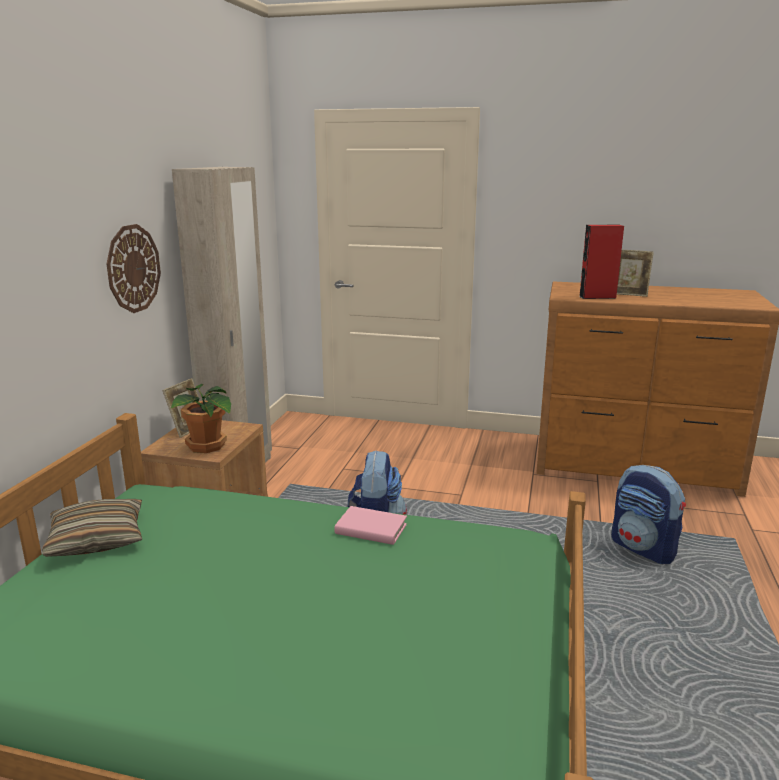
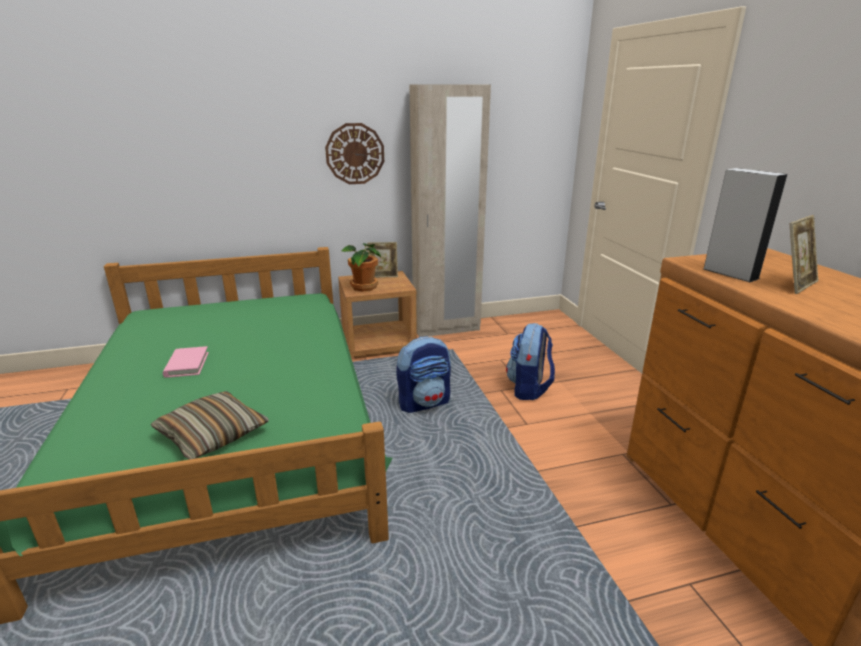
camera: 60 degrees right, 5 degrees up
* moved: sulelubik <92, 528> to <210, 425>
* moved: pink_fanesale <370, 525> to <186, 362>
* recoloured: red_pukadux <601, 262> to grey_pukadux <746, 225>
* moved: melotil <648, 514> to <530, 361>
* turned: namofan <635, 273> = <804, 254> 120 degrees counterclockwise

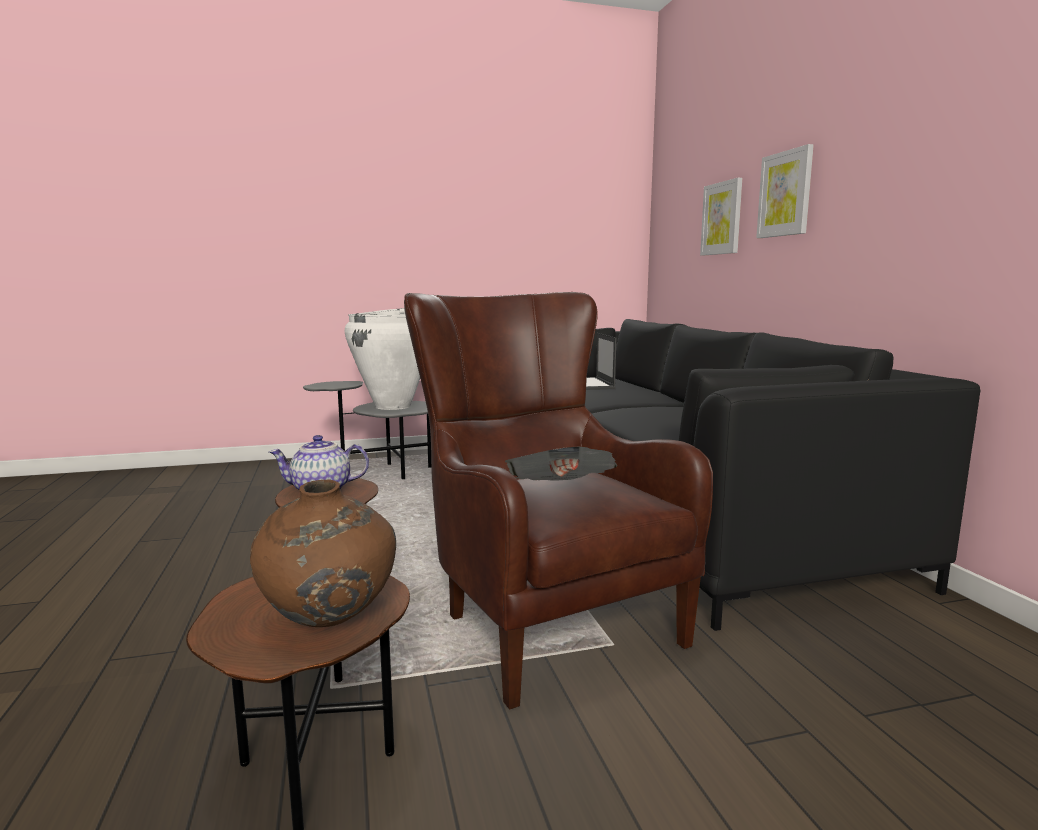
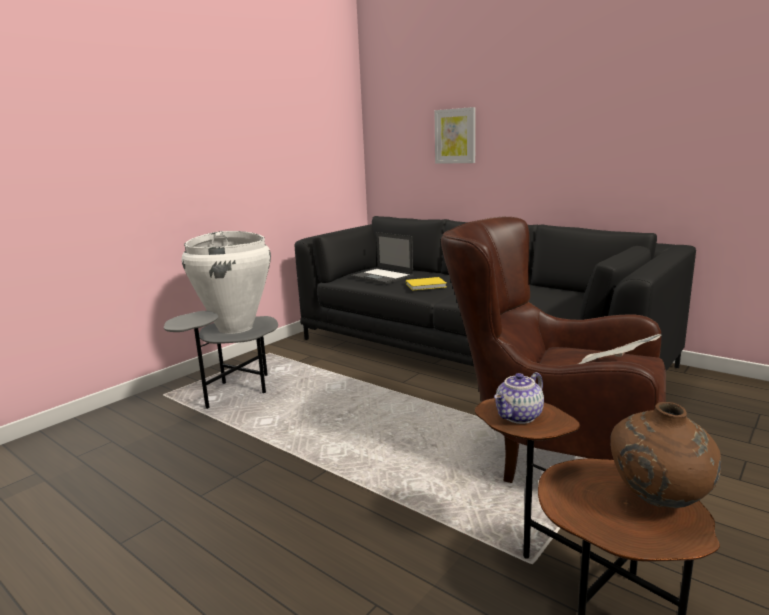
camera: 35 degrees left, 5 degrees up
* removed: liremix <785, 191>
* added: yellow_fanesale <426, 284>

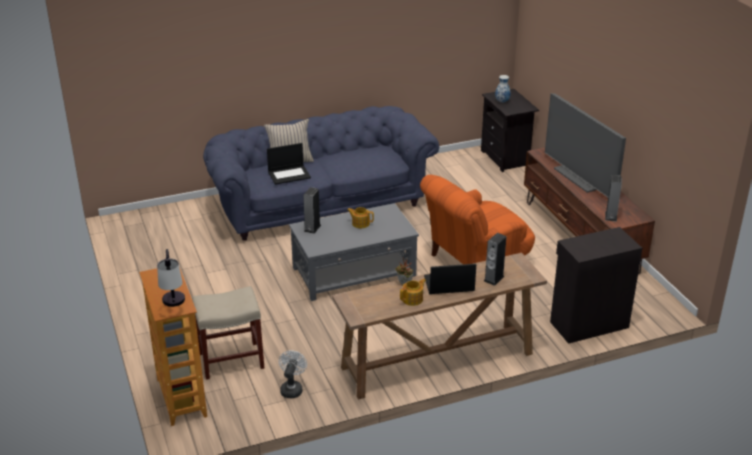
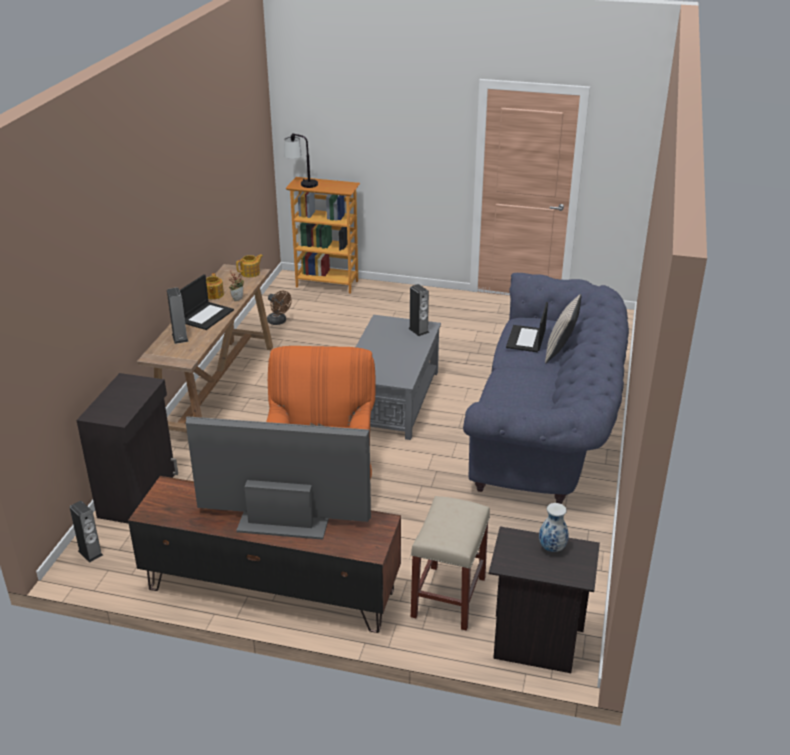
camera: 125 degrees right, 0 degrees up
* moved: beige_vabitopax <228, 333> to <450, 563>
* recoloured: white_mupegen <293, 374> to brown_mupegen <279, 308>
* moved: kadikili <360, 217> to <249, 265>
* moved: pukadux <613, 198> to <86, 532>

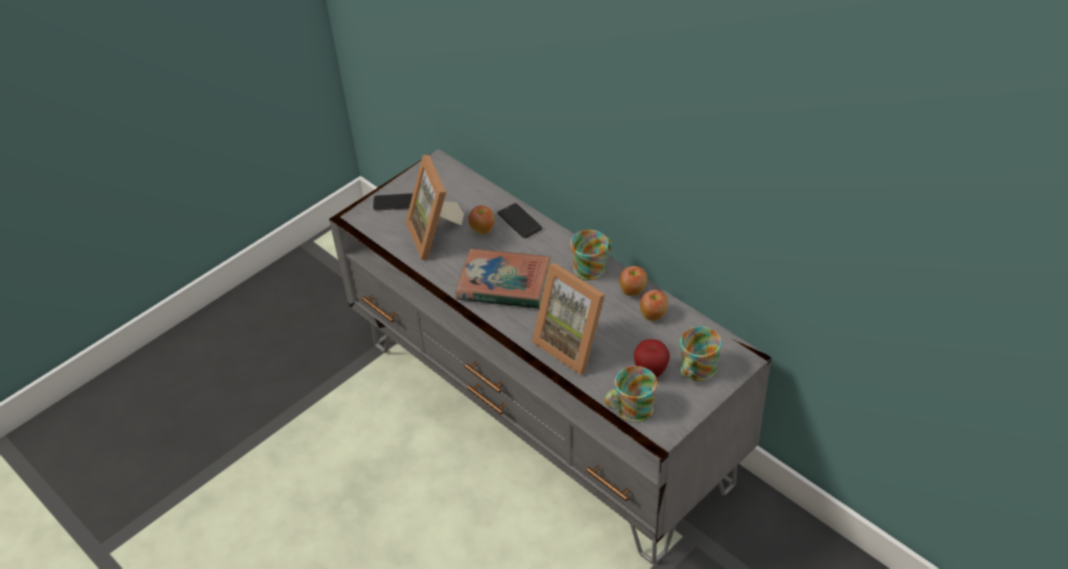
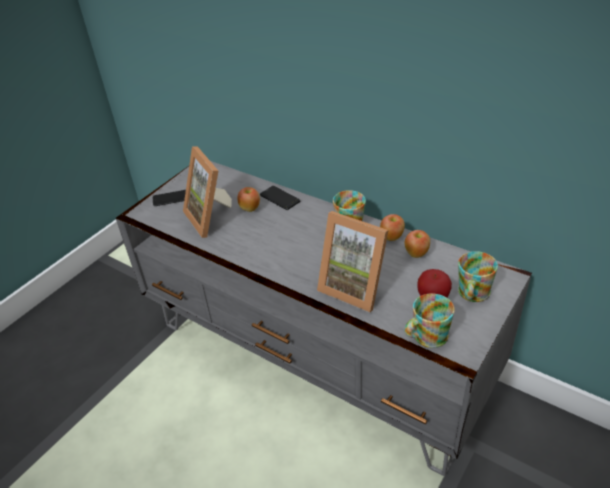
camera: 10 degrees left, 5 degrees down
* removed: fanesale <503, 278>

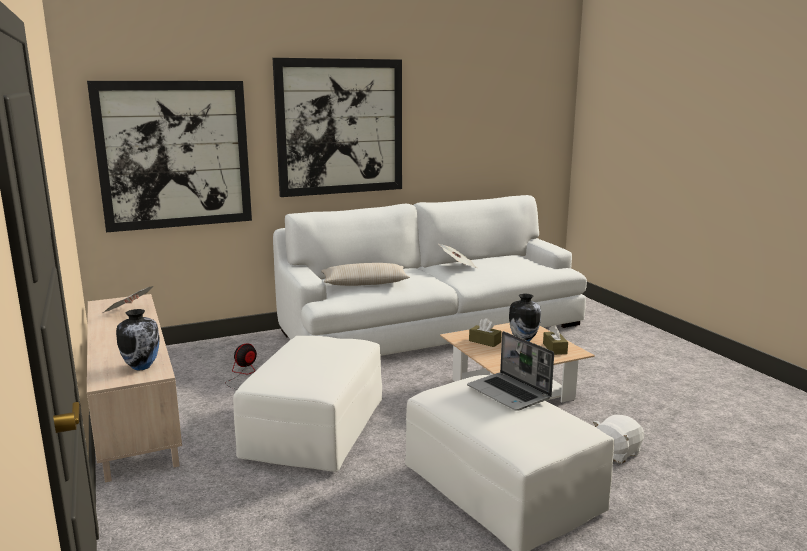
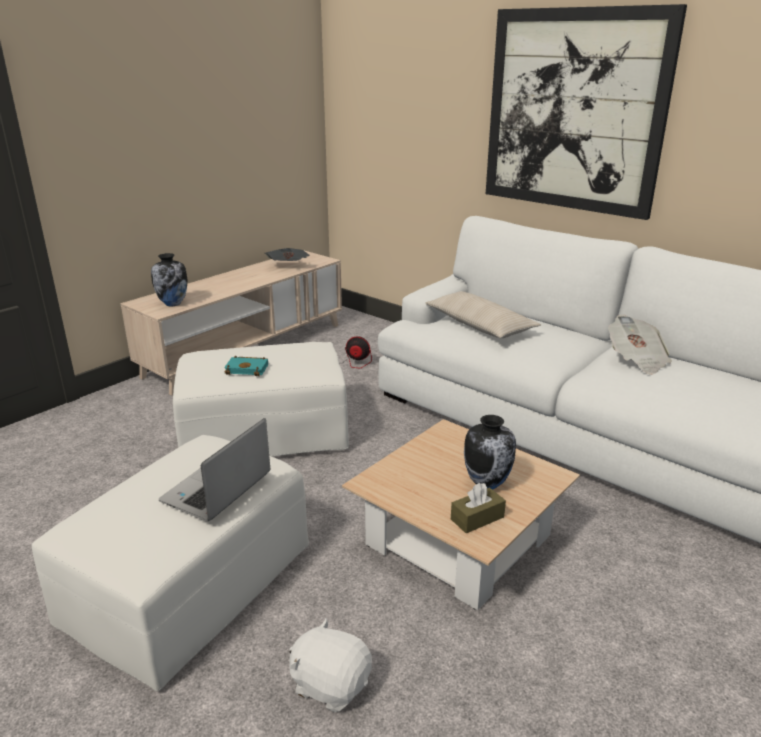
camera: 65 degrees right, 10 degrees up
* removed: liremix <169, 156>
* removed: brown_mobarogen <485, 332>
* added: turquoise_fanesale <246, 365>

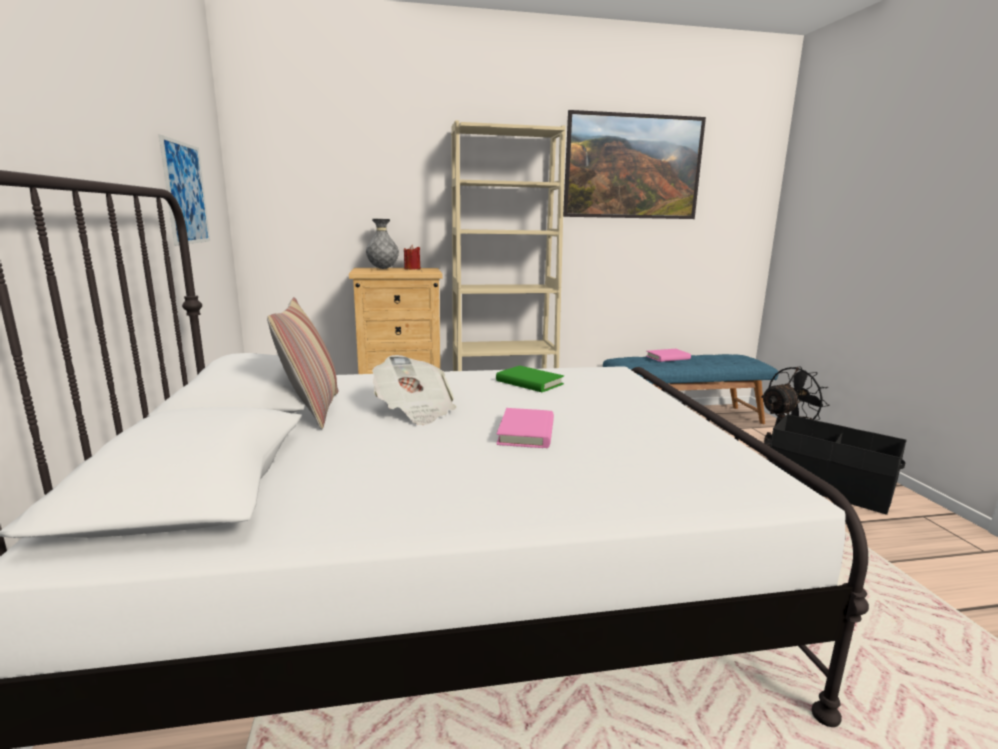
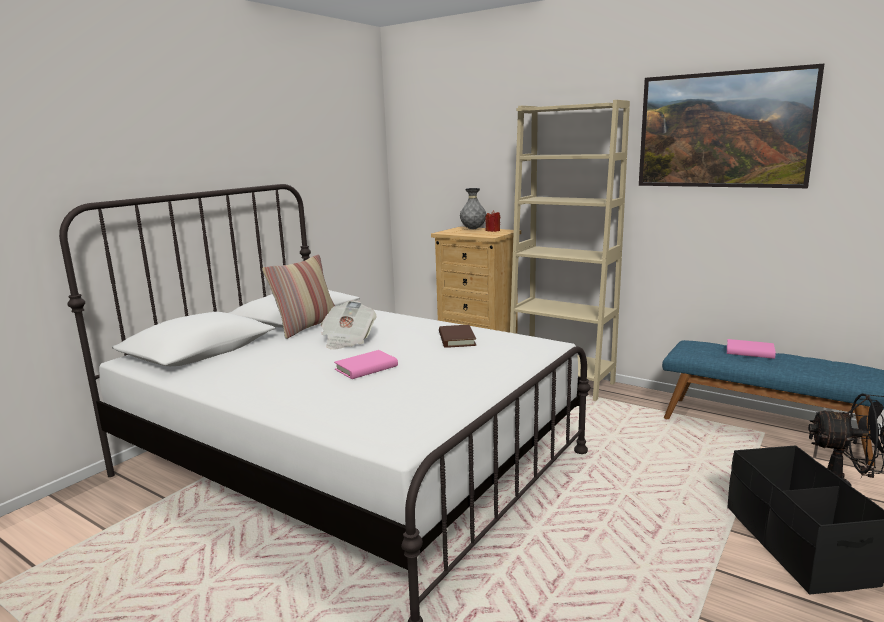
camera: 45 degrees right, 0 degrees up
* removed: liremix <184, 190>
* recoloured: green_fanesale <530, 379> to brown_fanesale <457, 336>

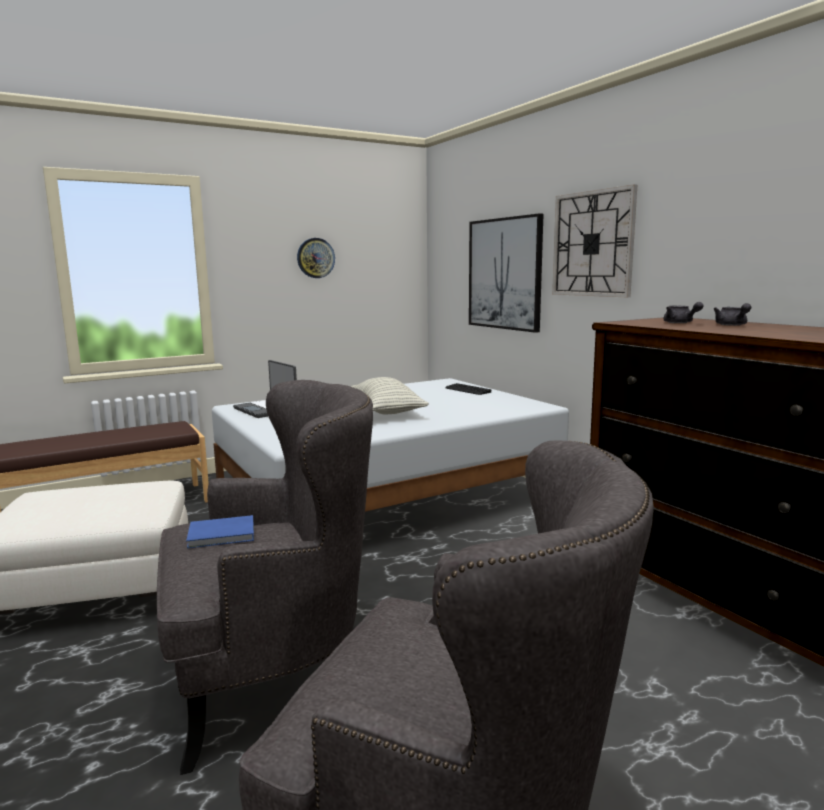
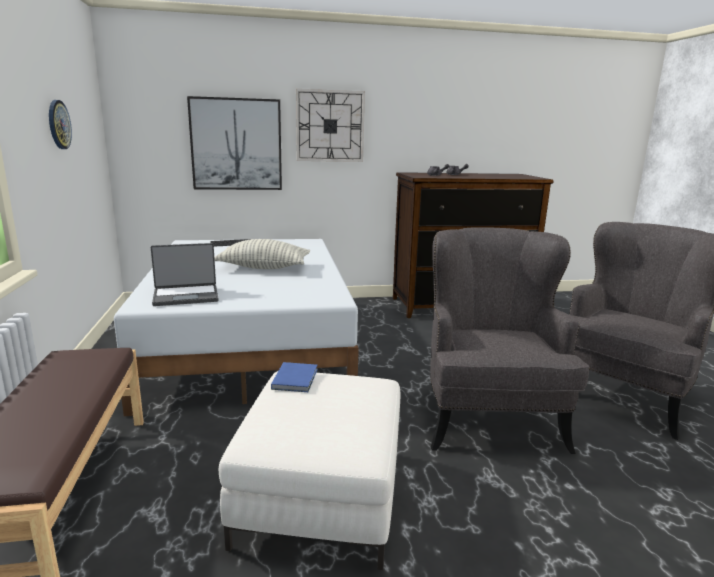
camera: 70 degrees left, 5 degrees up
* moved: blue_fanesale <220, 531> to <294, 377>

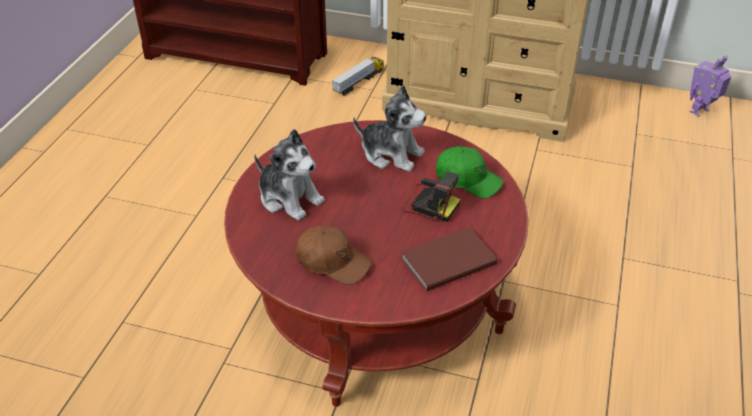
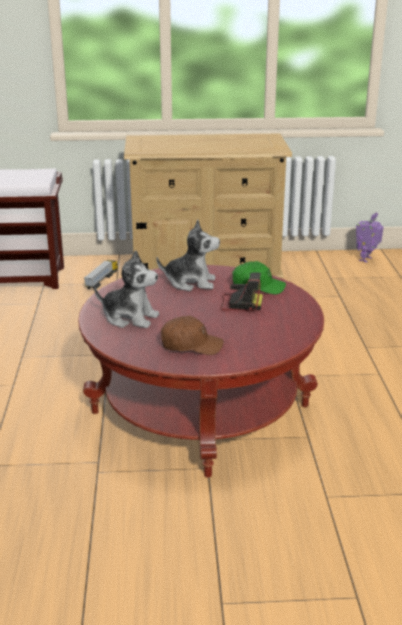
camera: 20 degrees left, 15 degrees down
* removed: brown_fanesale <449, 259>

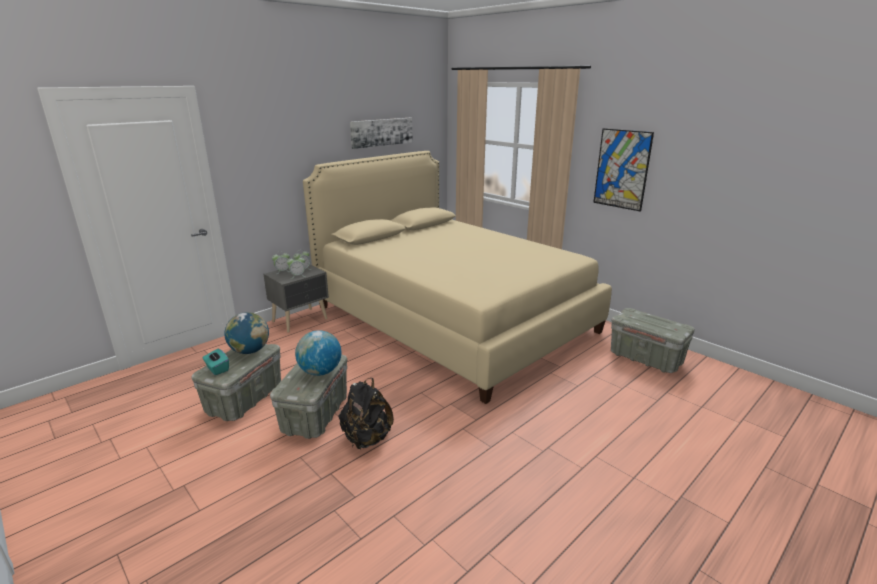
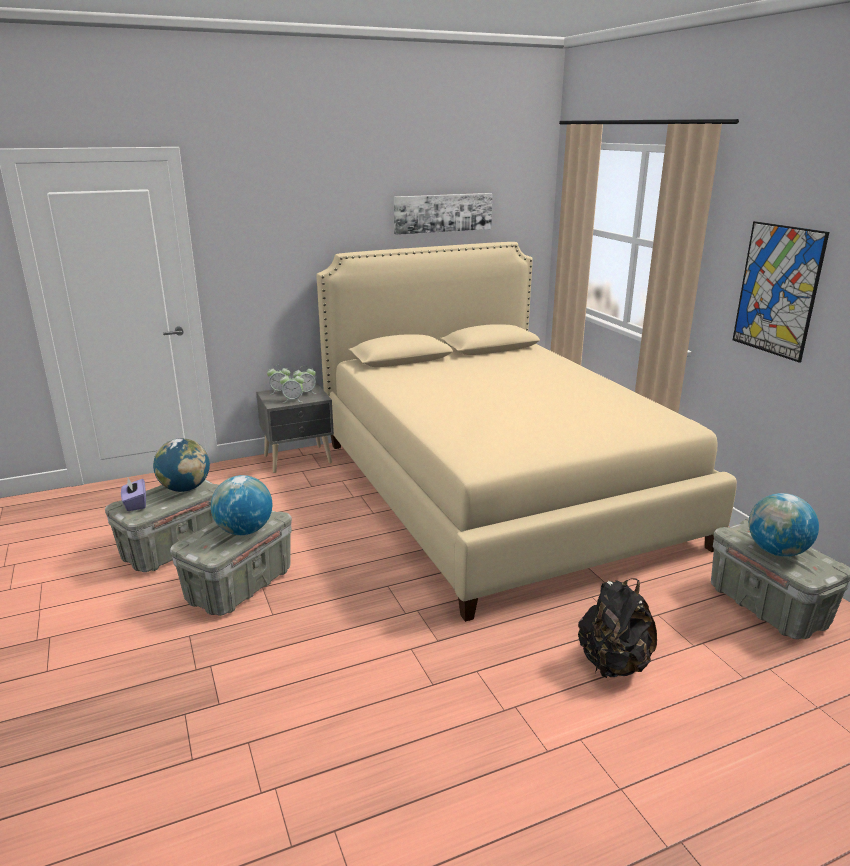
camera: 20 degrees right, 0 degrees up
* recoloured: turquoise_mobarogen <215, 362> to purple_mobarogen <133, 494>
* moved: black_melotil <366, 413> to <617, 628>
* added: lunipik <784, 525>

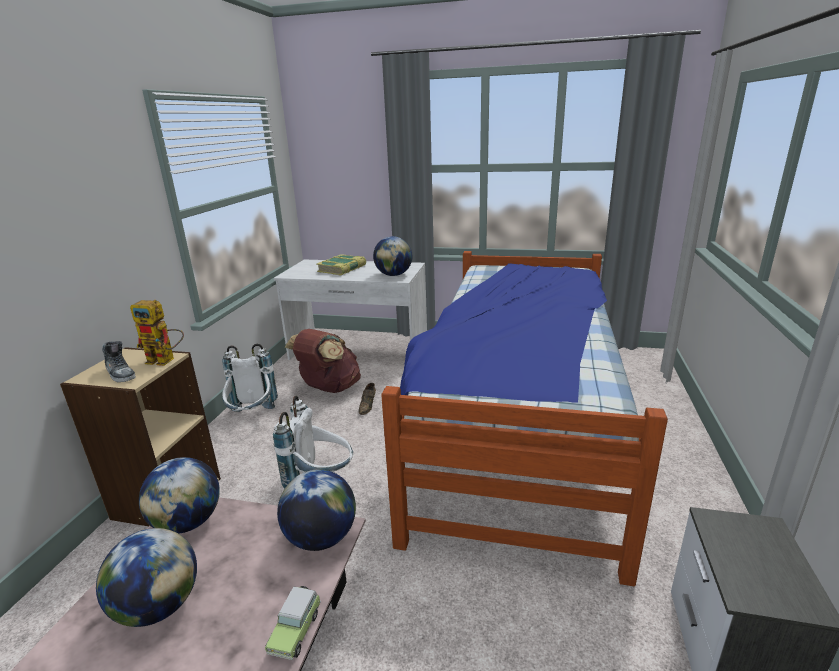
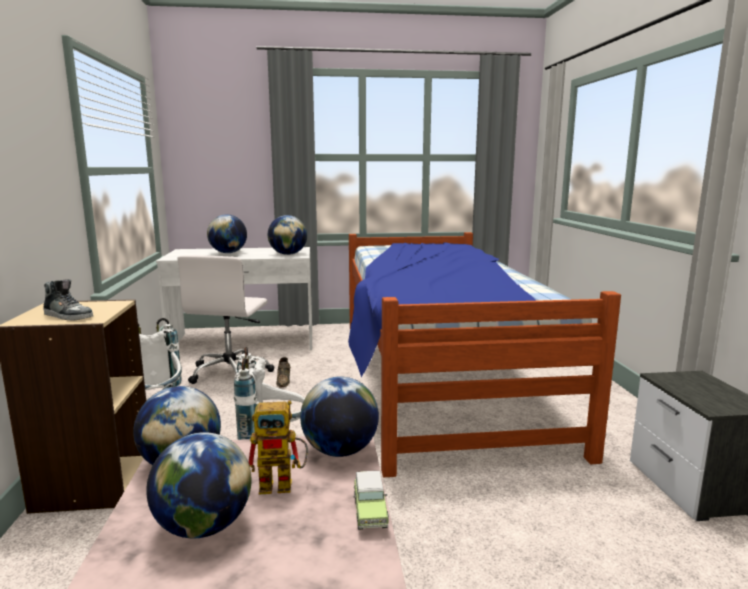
camera: 20 degrees left, 10 degrees down
* moved: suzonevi <157, 333> to <278, 447>
* replaced: brown_melotil <323, 361> to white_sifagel <225, 319>
* replaced: fanesale <341, 265> to lunipik <227, 233>

